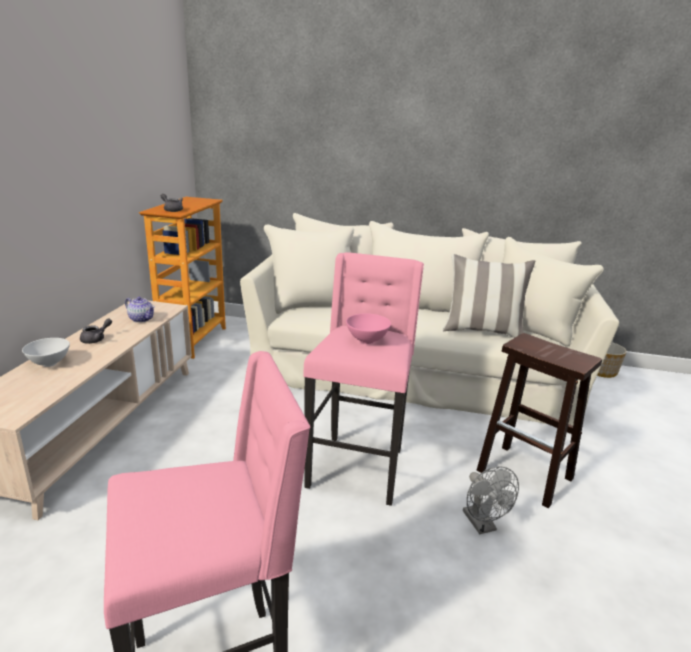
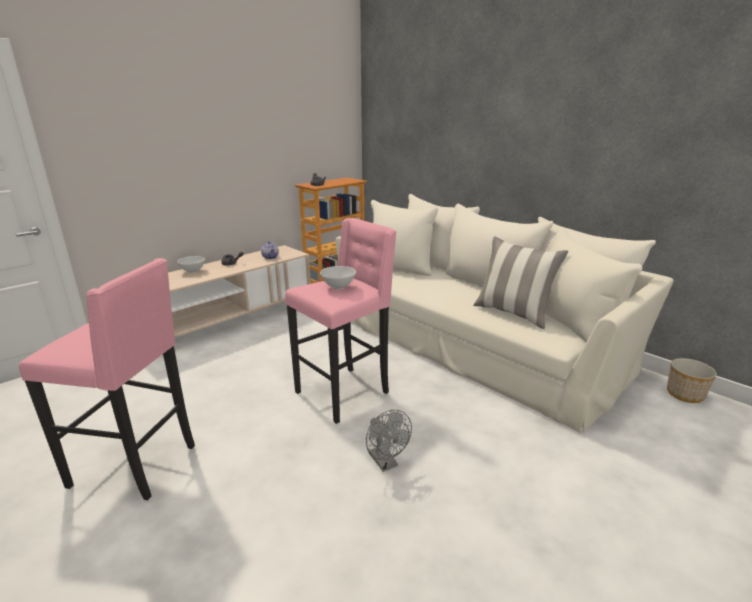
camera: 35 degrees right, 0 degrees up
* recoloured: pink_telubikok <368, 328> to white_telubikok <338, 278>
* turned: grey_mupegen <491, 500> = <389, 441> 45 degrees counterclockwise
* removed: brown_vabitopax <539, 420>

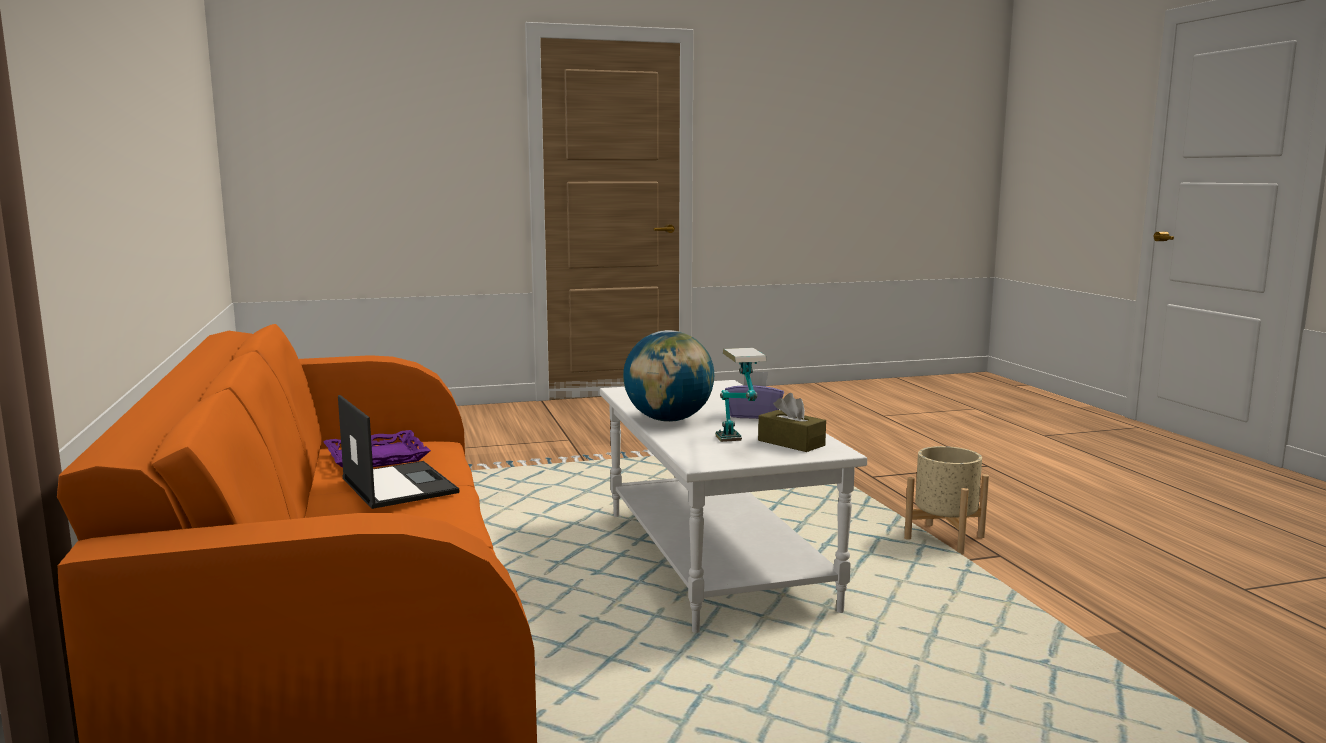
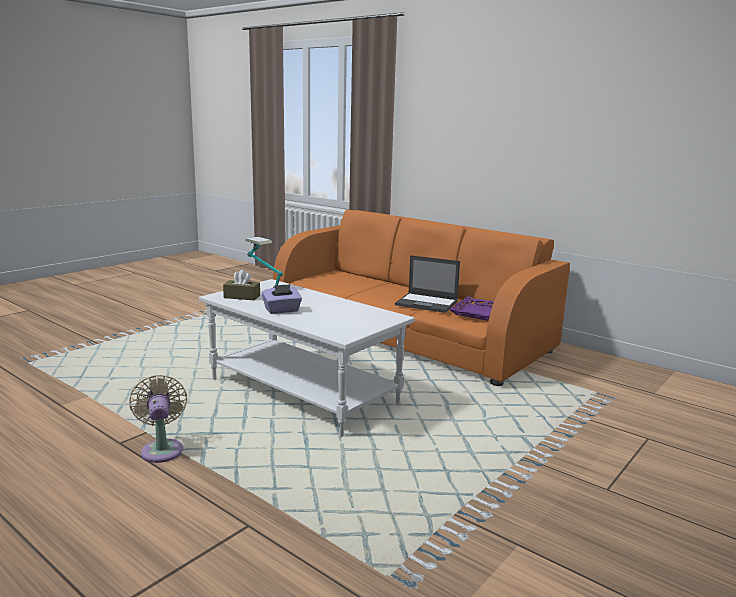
camera: 145 degrees right, 5 degrees up
* removed: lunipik <668, 376>
* replaced: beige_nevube <946, 500> to beige_mupegen <158, 419>

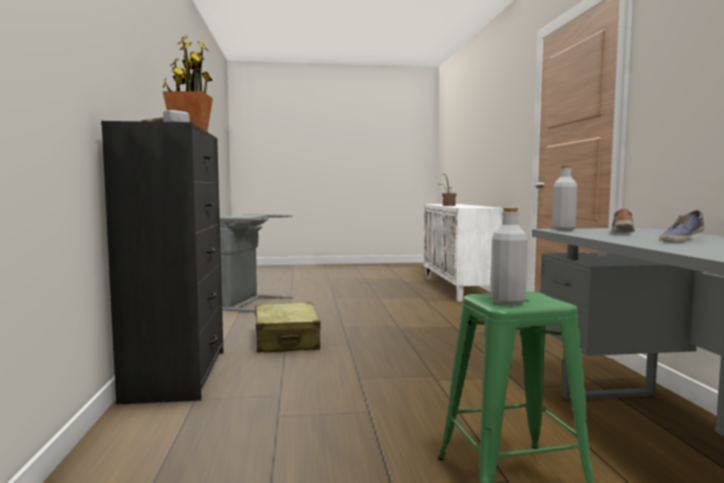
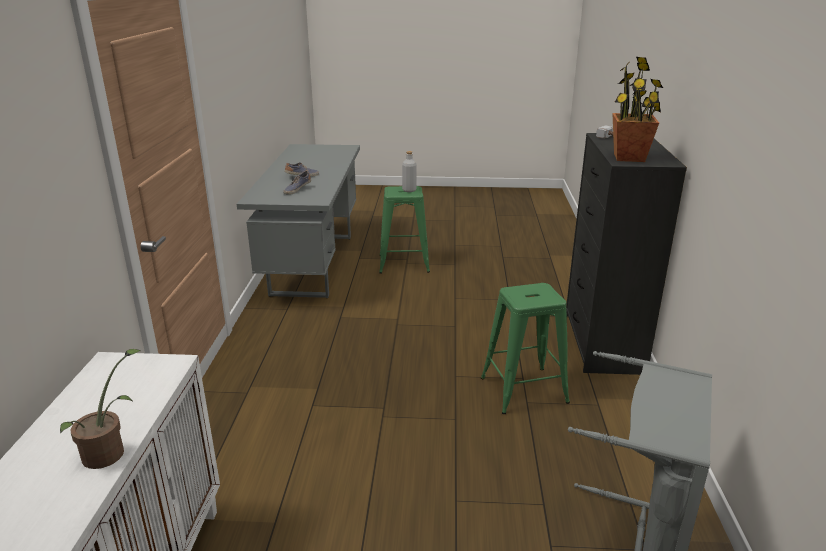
camera: 170 degrees left, 20 degrees up
* replaced: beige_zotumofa <288, 327> to green_vabitopax <525, 348>
* removed: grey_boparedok <564, 197>

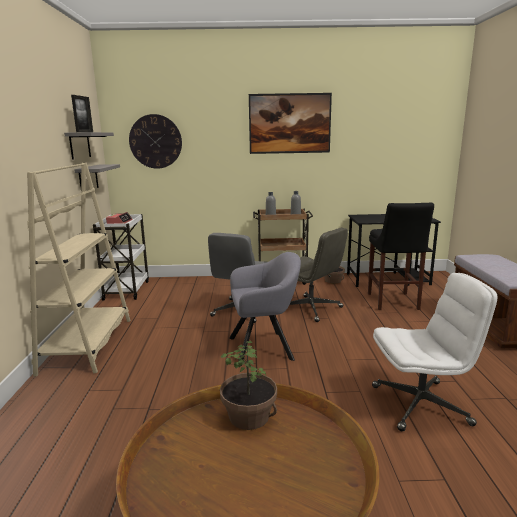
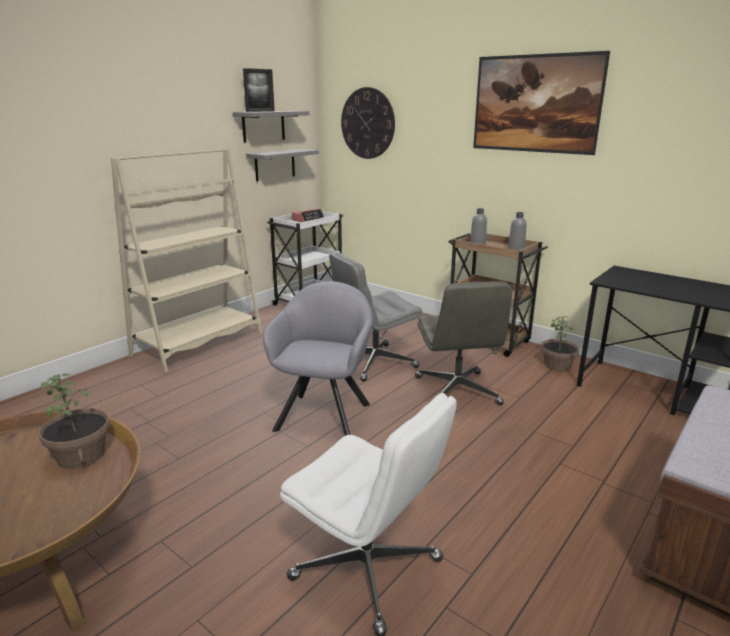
camera: 40 degrees right, 5 degrees up
* turned: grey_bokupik <265, 309> = <318, 358> 105 degrees counterclockwise
* removed: black_vabitopax <401, 256>

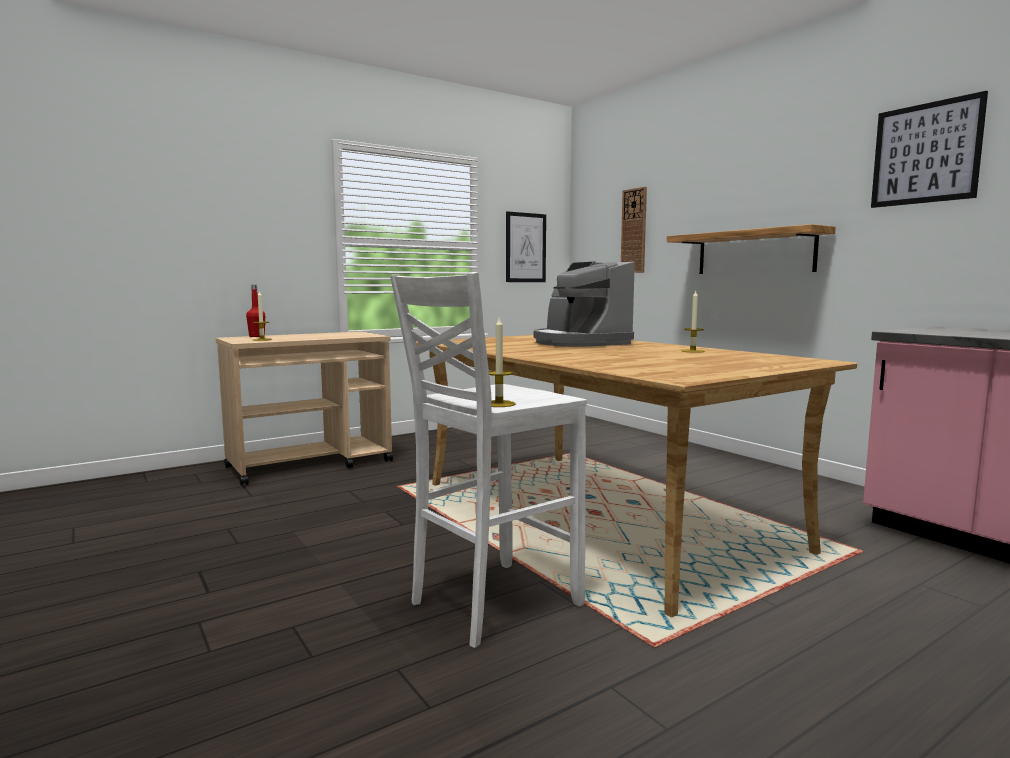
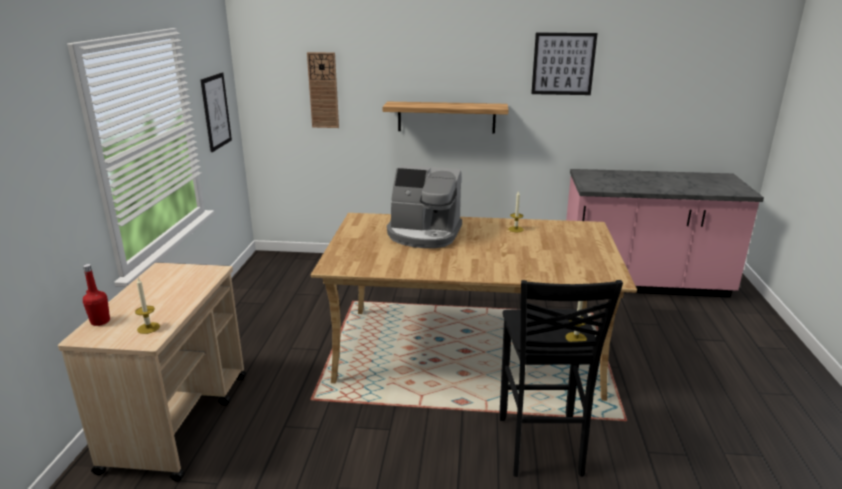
camera: 50 degrees left, 15 degrees up
* recoloured: white_vabitopax <488, 460> to black_vabitopax <561, 378>

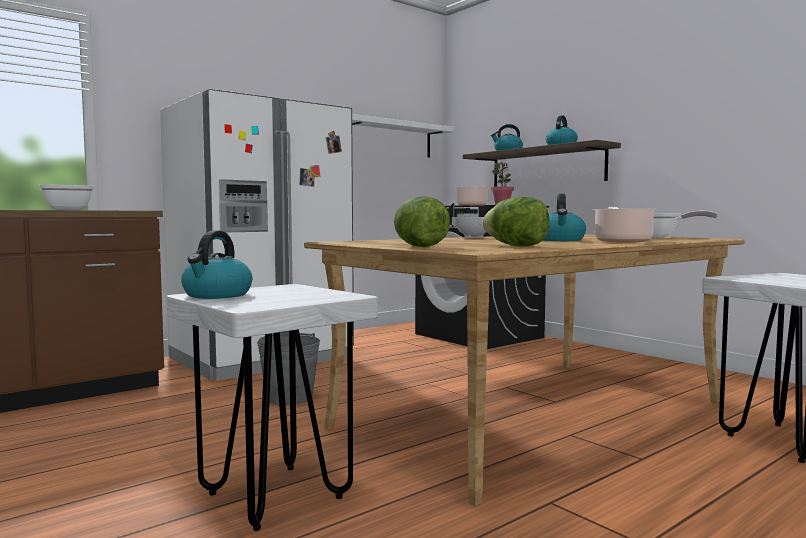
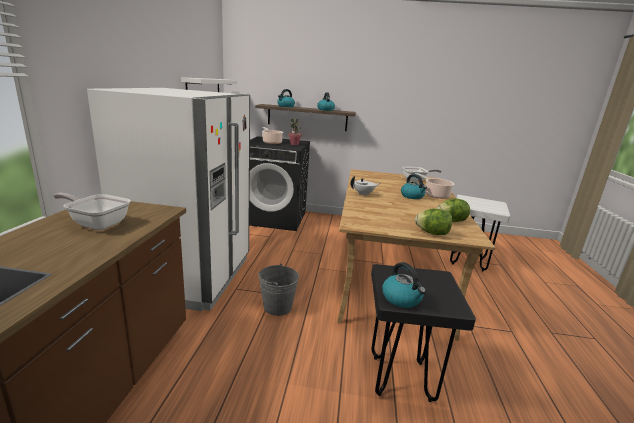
camera: 45 degrees left, 15 degrees up
* recoloured: white_vabitopax <272, 407> to black_vabitopax <423, 333>

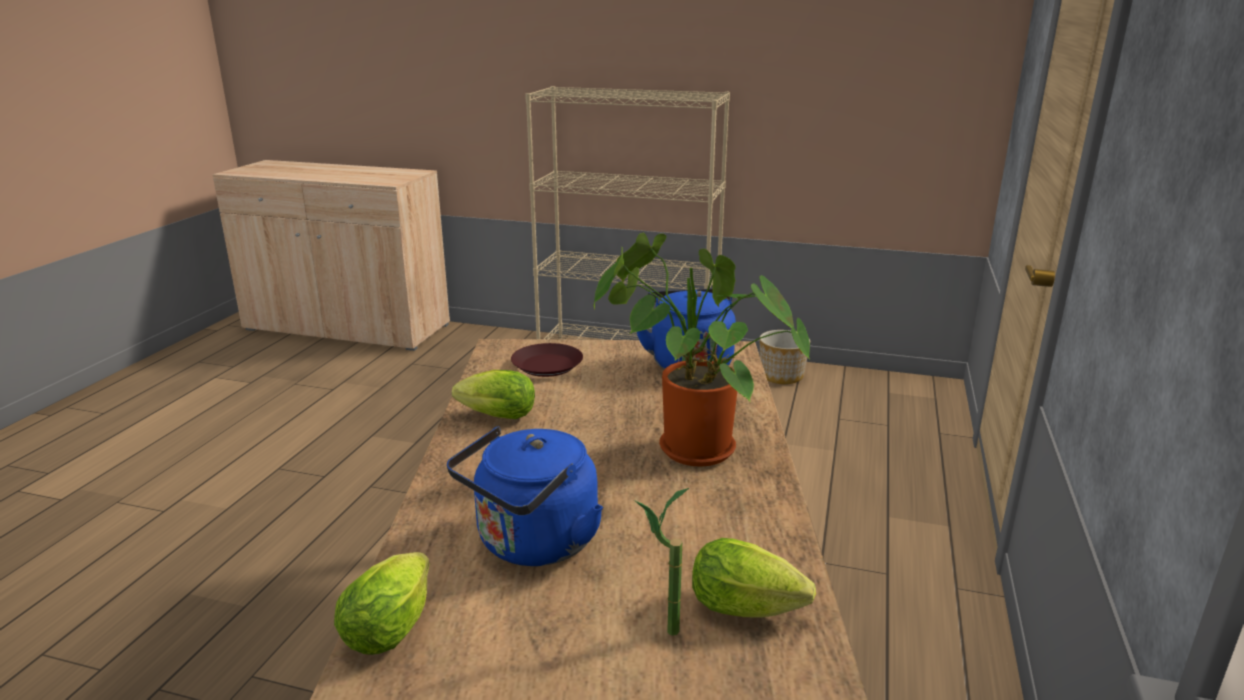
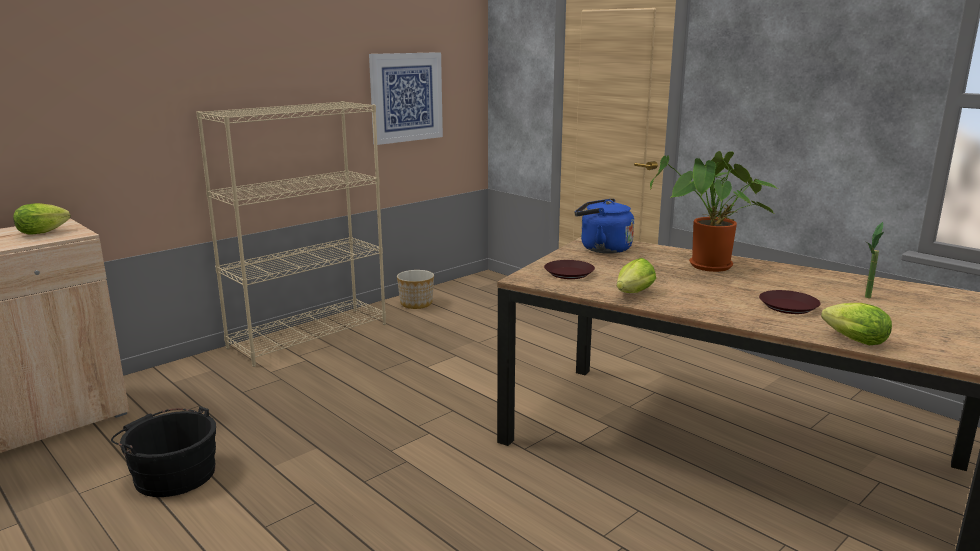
camera: 60 degrees left, 5 degrees down
* replaced: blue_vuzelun <525, 496> to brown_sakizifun <790, 302>
* moved: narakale <754, 578> to <41, 219>
* added: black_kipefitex <164, 451>
* added: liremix <406, 98>

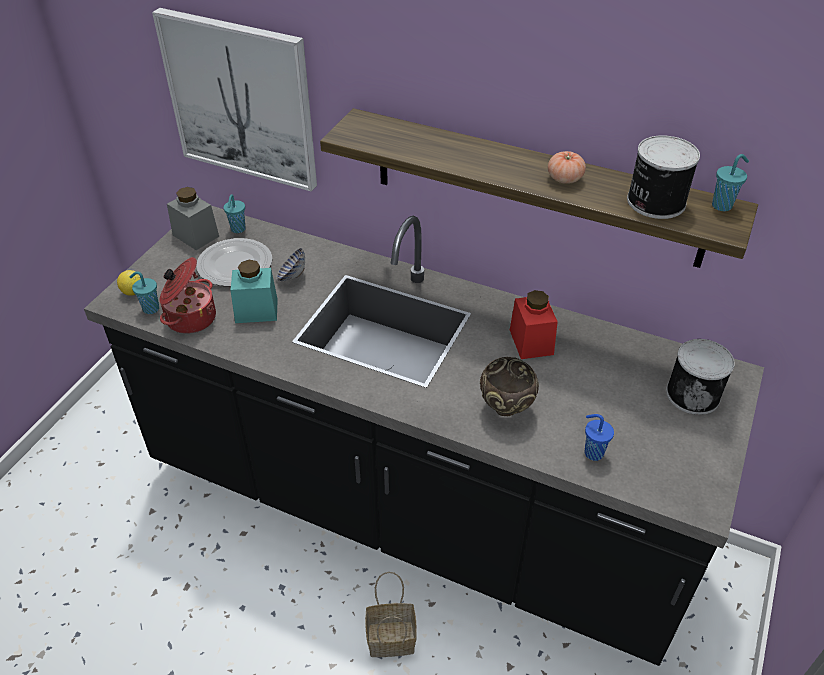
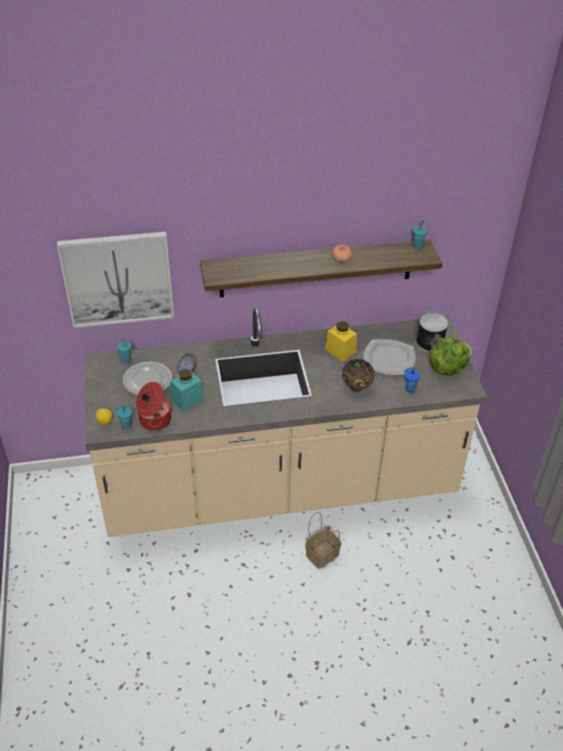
camera: 35 degrees left, 0 degrees up
* recoloured: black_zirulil <424, 436> to beige_zirulil <285, 422>
* removed: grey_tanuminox <193, 218>
* recoloured: red_tanuminox <534, 324> to yellow_tanuminox <341, 341>
* removed: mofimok <663, 177>
* added: sakizifun <389, 357>
* added: narakale <451, 357>

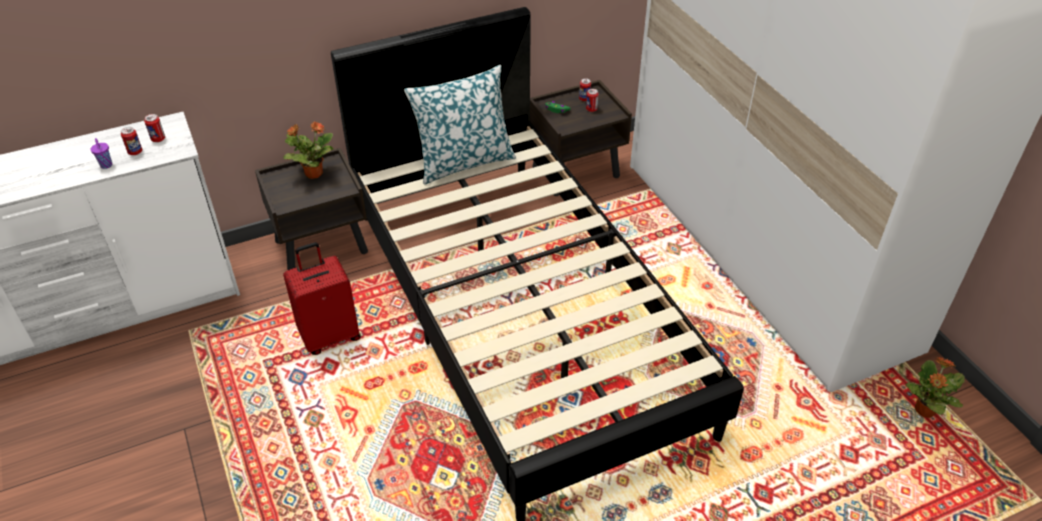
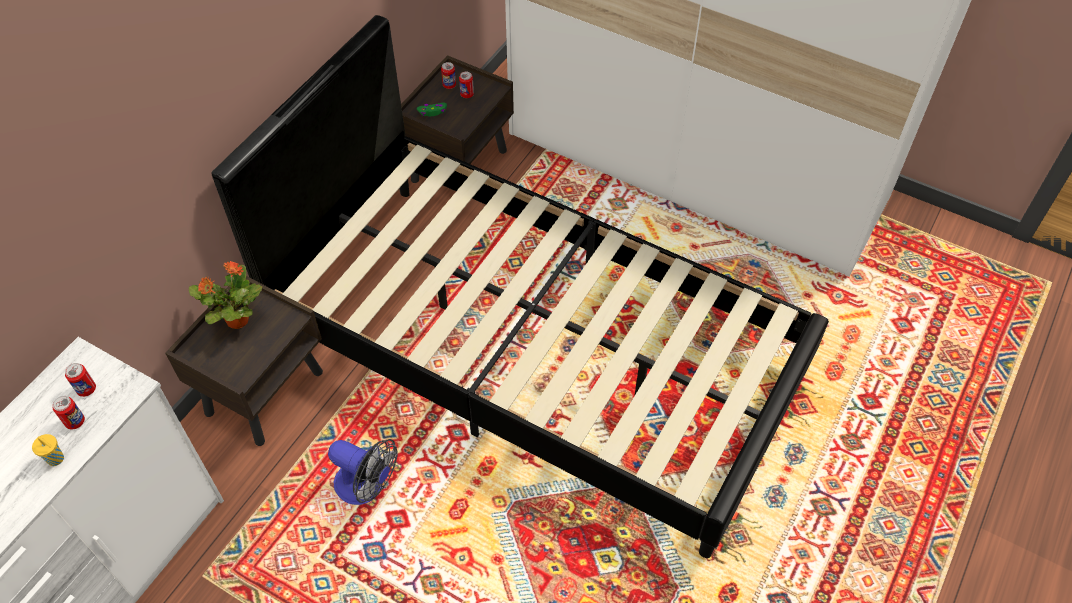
camera: 35 degrees left, 10 degrees up
* recoloured: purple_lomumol <101, 153> to yellow_lomumol <48, 450>
* replaced: red_zotumofa <321, 298> to mupegen <363, 472>
* removed: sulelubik <460, 125>
* removed: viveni <935, 387>

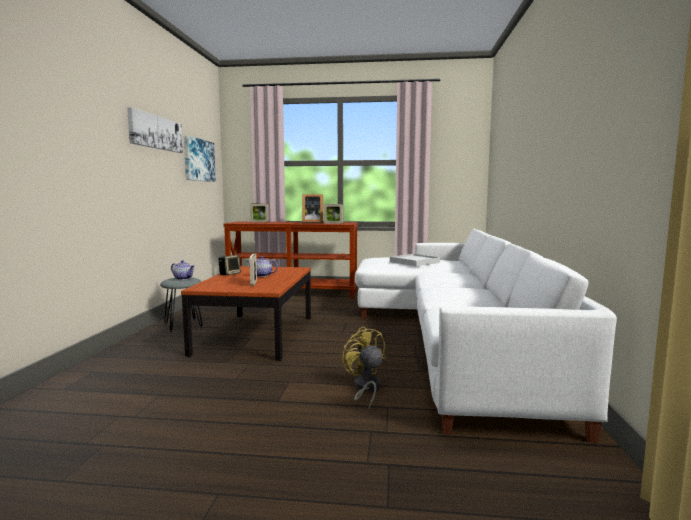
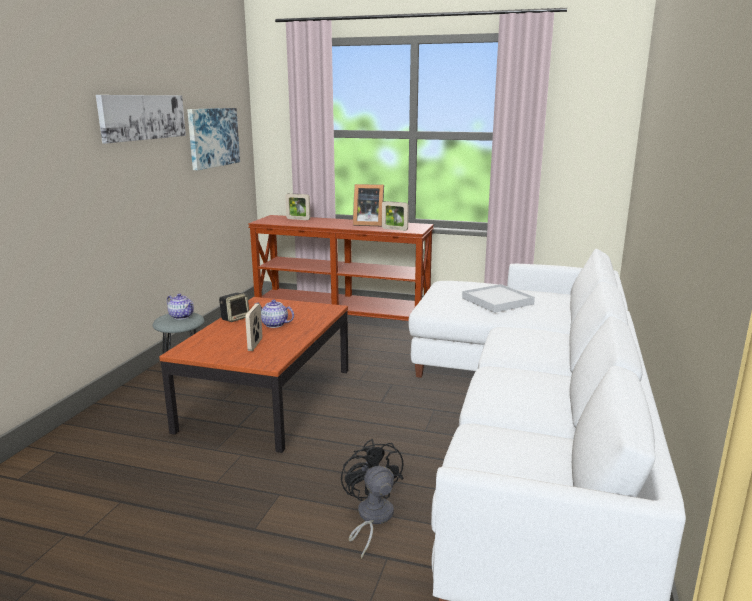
camera: 10 degrees right, 10 degrees up
* recoloured: yellow_mupegen <364, 367> to black_mupegen <372, 499>

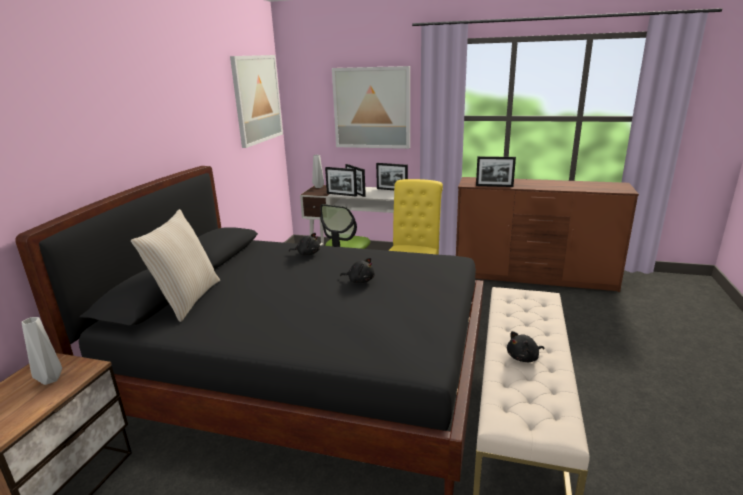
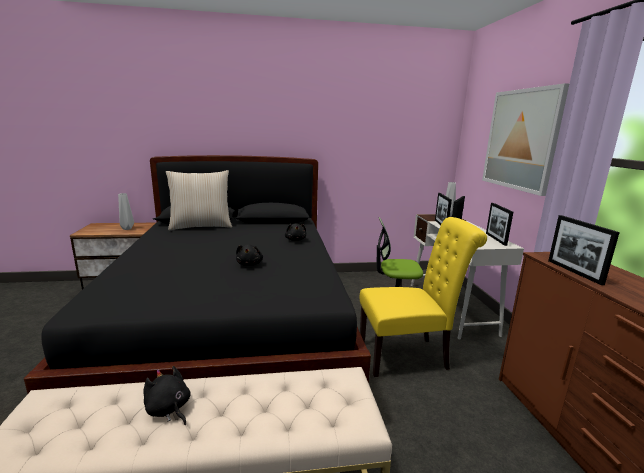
camera: 65 degrees right, 5 degrees down
* removed: liremix <256, 101>

